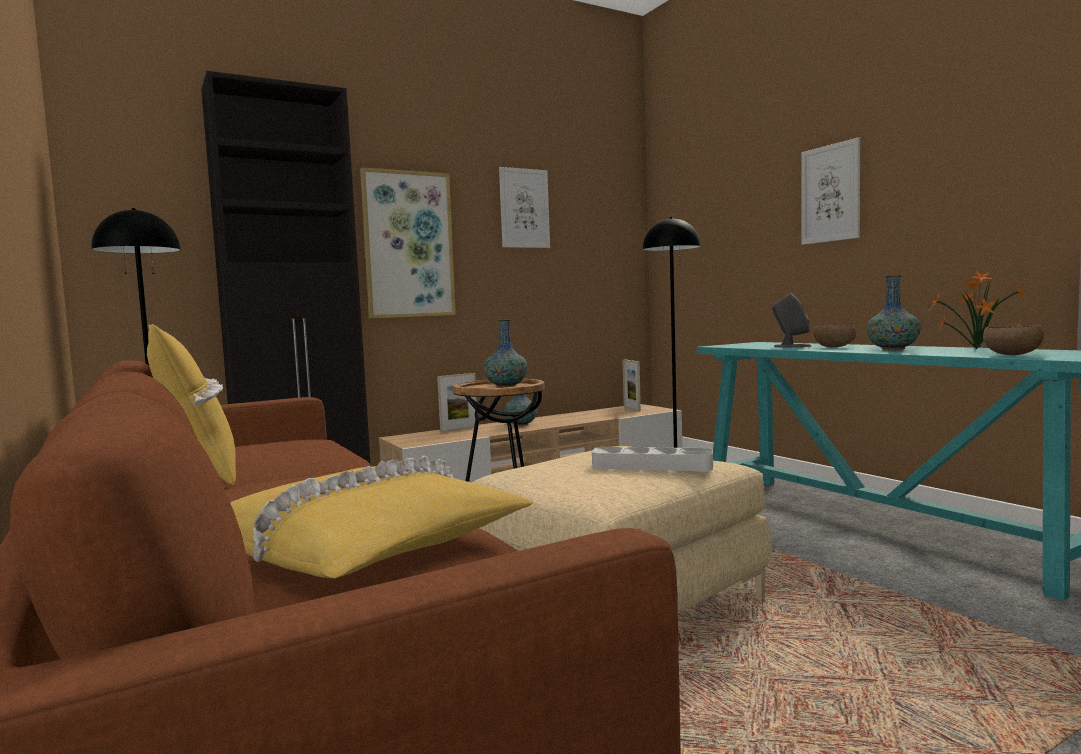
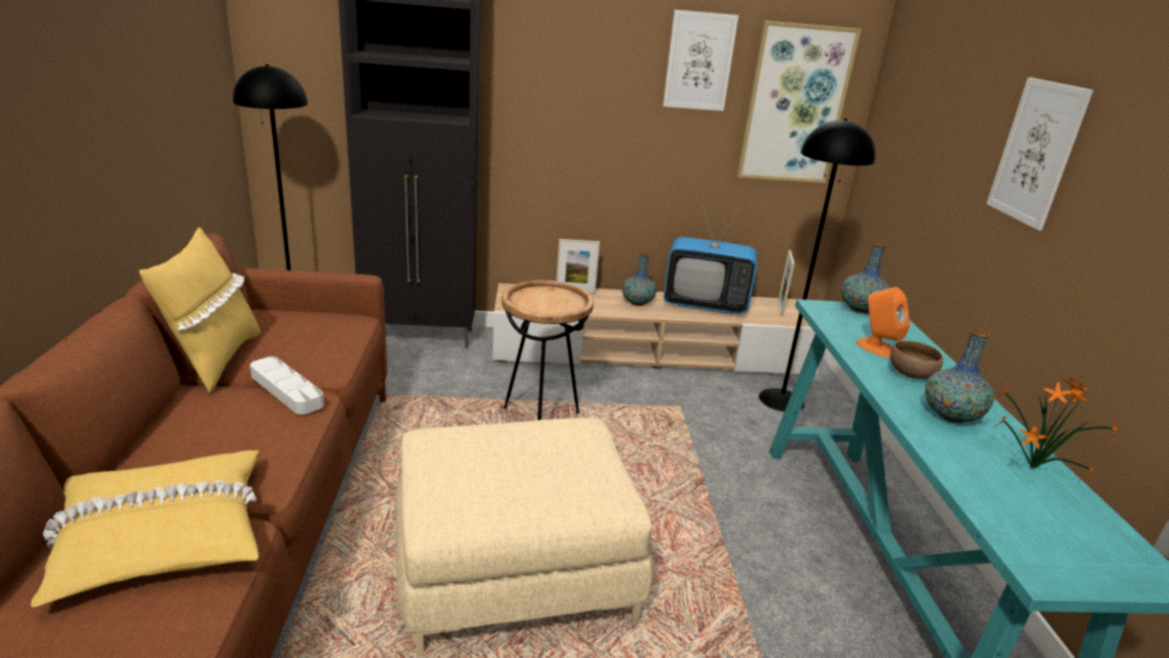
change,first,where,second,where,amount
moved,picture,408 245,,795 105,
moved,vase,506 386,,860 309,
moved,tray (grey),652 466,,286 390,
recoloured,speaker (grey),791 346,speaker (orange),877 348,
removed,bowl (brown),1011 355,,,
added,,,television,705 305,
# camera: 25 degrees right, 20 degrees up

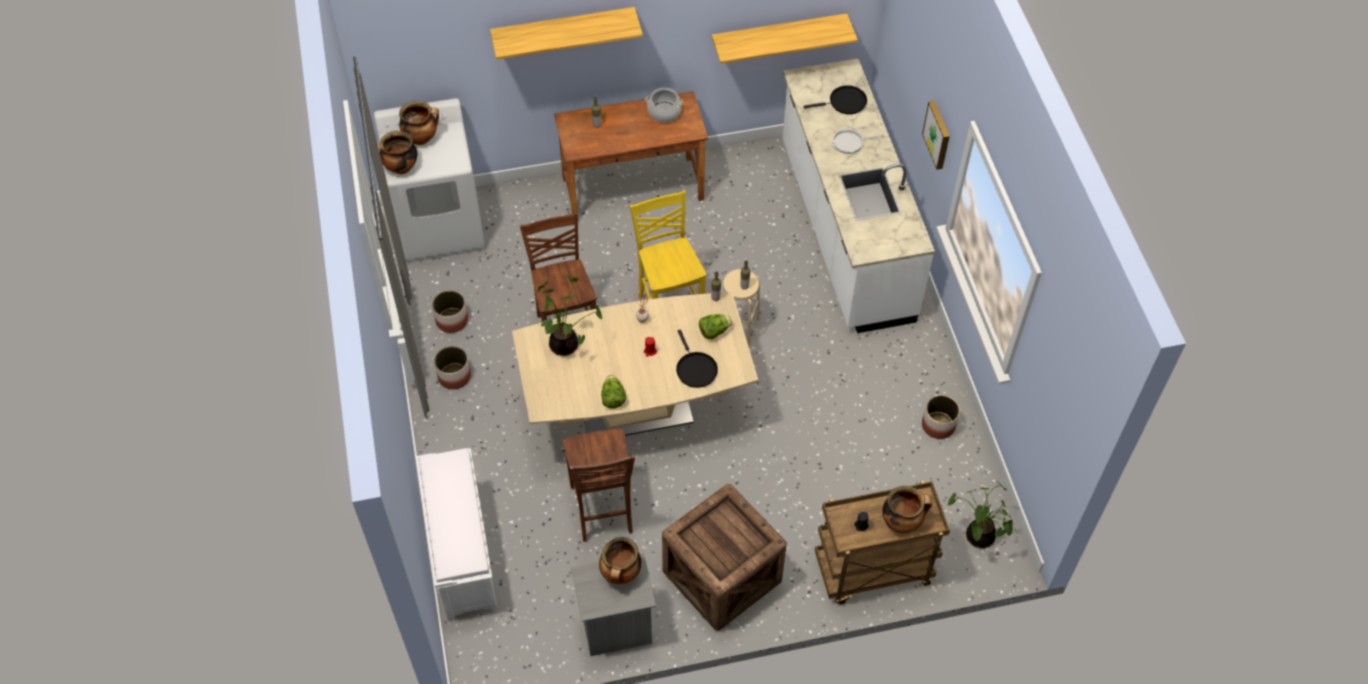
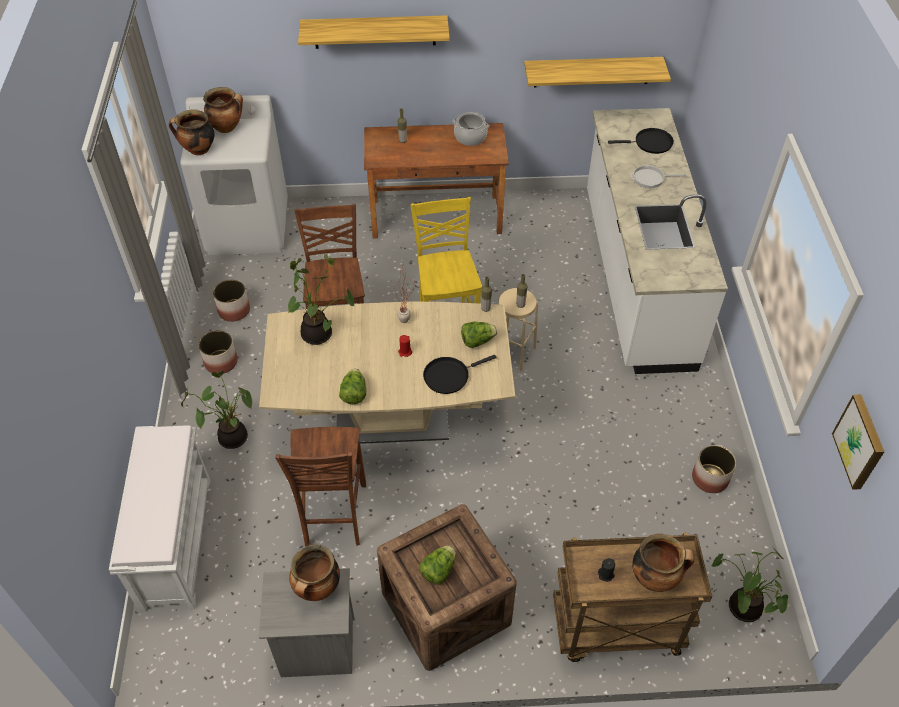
change,first,where,second,where,amount
turned,frying pan (black),695 369,,449 376,75 degrees clockwise
moved,picture,938 134,,861 442,
added,,,potted plant,232 436,
added,,,lettuce,438 570,
# camera: 10 degrees right, 5 degrees down

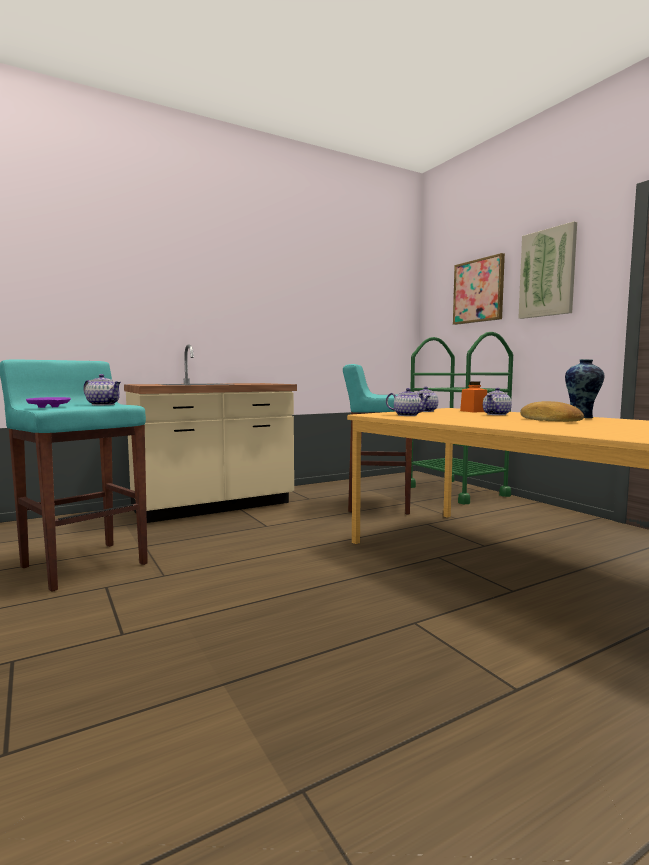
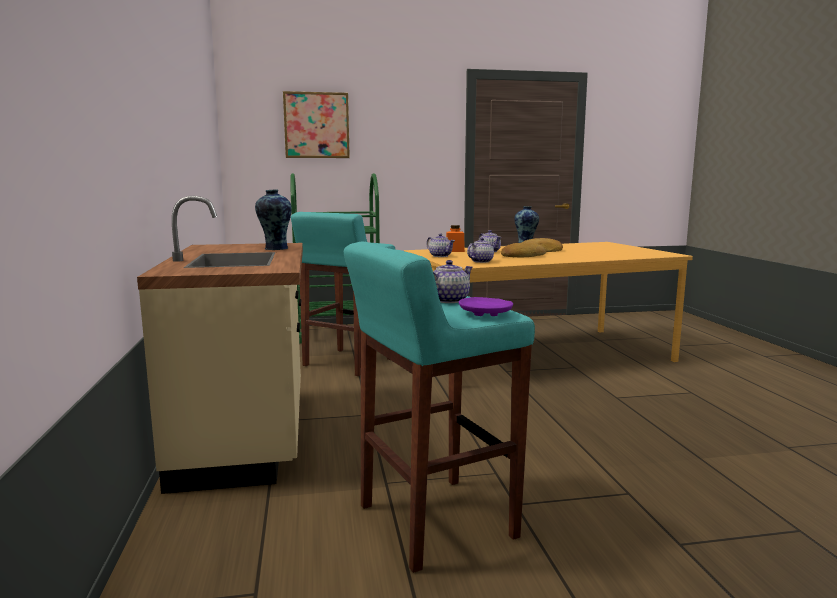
change,first,where,second,where,amount
removed,picture,547 273,,,
added,,,vase,275 248,
added,,,bread,522 256,
# camera: 70 degrees left, 5 degrees up

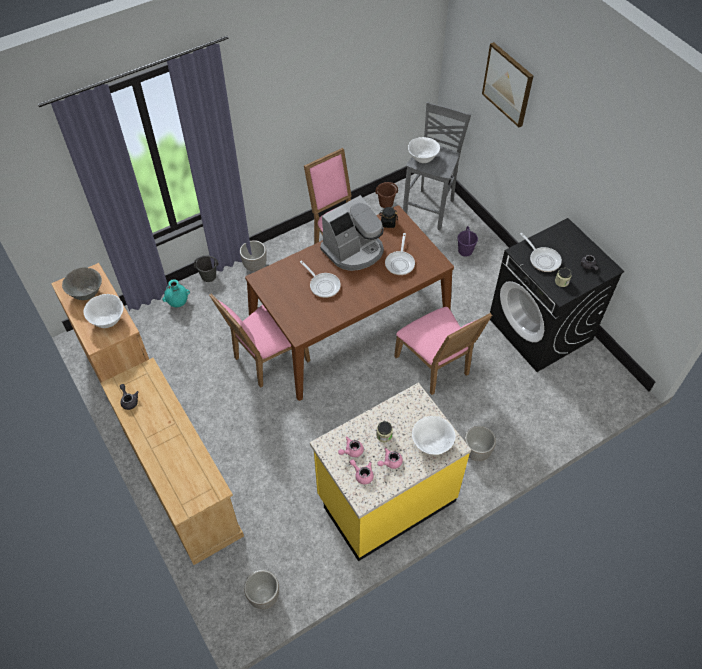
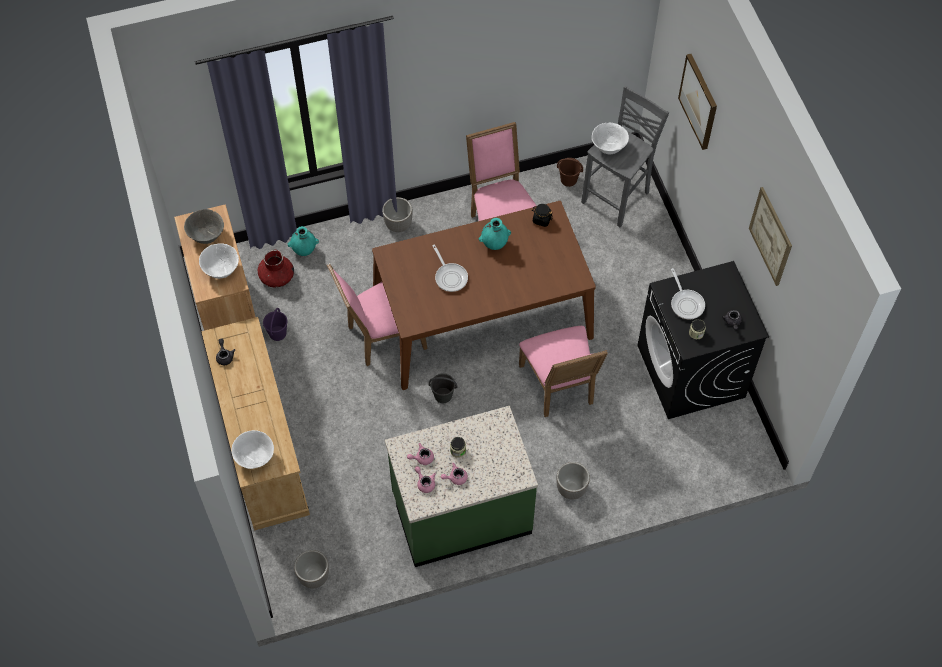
change,first,where,second,where,amount
moved,bucket (grey),209 276,,443 395,
recoloured,counter (yellow),385 498,counter (green),461 513,
replaced,coffee machine,354 250,vase (turquoise),494 244,
removed,frying pan,400 263,,,
moved,bowl (white),432 444,,255 457,
moved,bucket (purple),465 251,,277 333,
added,,,vase (red),277 277,
added,,,picture,770 236,
# camera: 15 degrees right, 5 degrees up

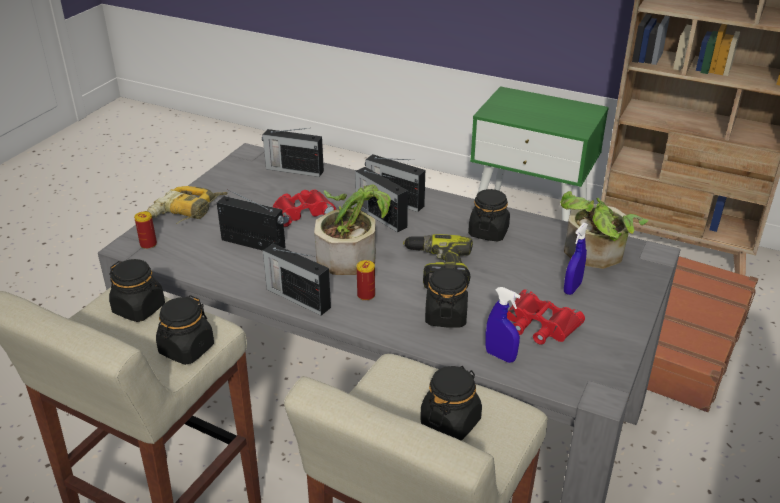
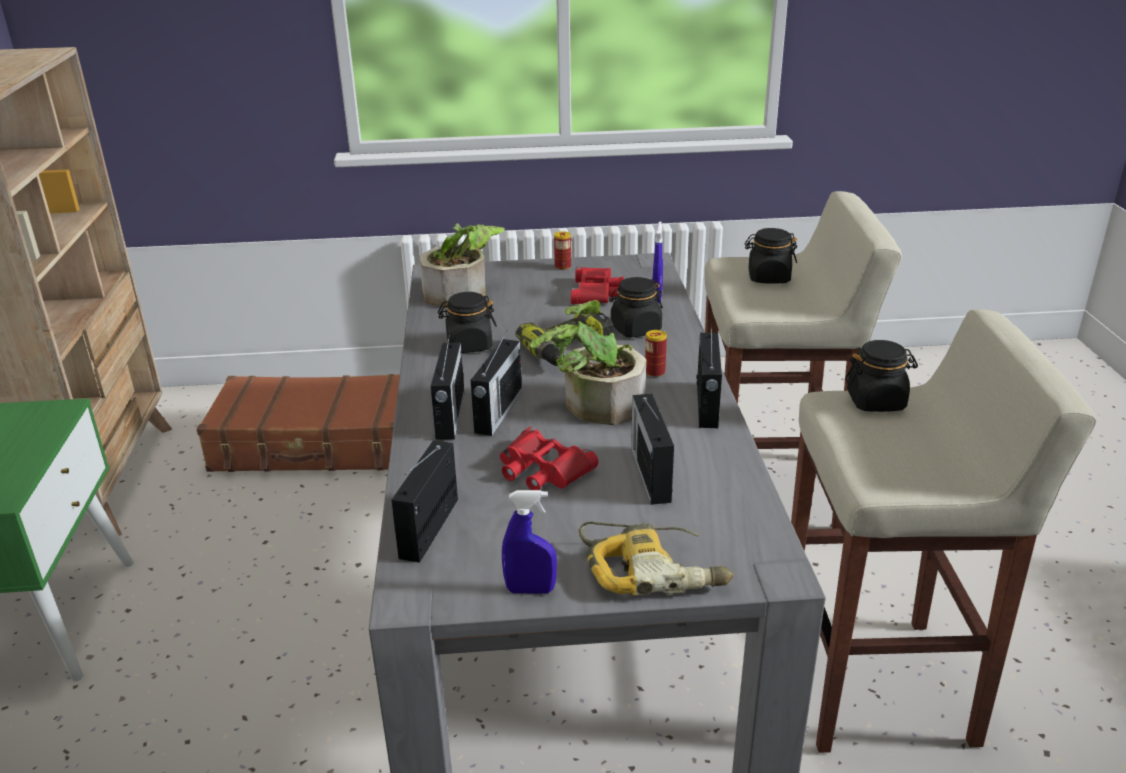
change,first,where,second,where,amount
removed,jar (black),139 308,,,
moved,can,148 244,,563 267,
turned,radio,293 169,,430 526,150 degrees counterclockwise
moved,spray bottle (blue),572 288,,530 590,
# camera: 120 degrees left, 5 degrees down

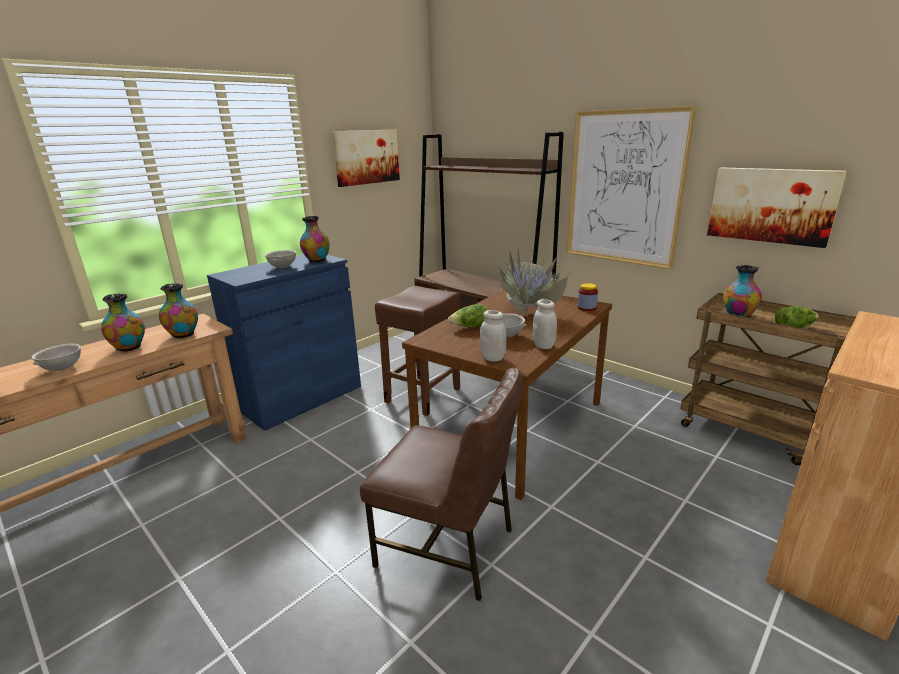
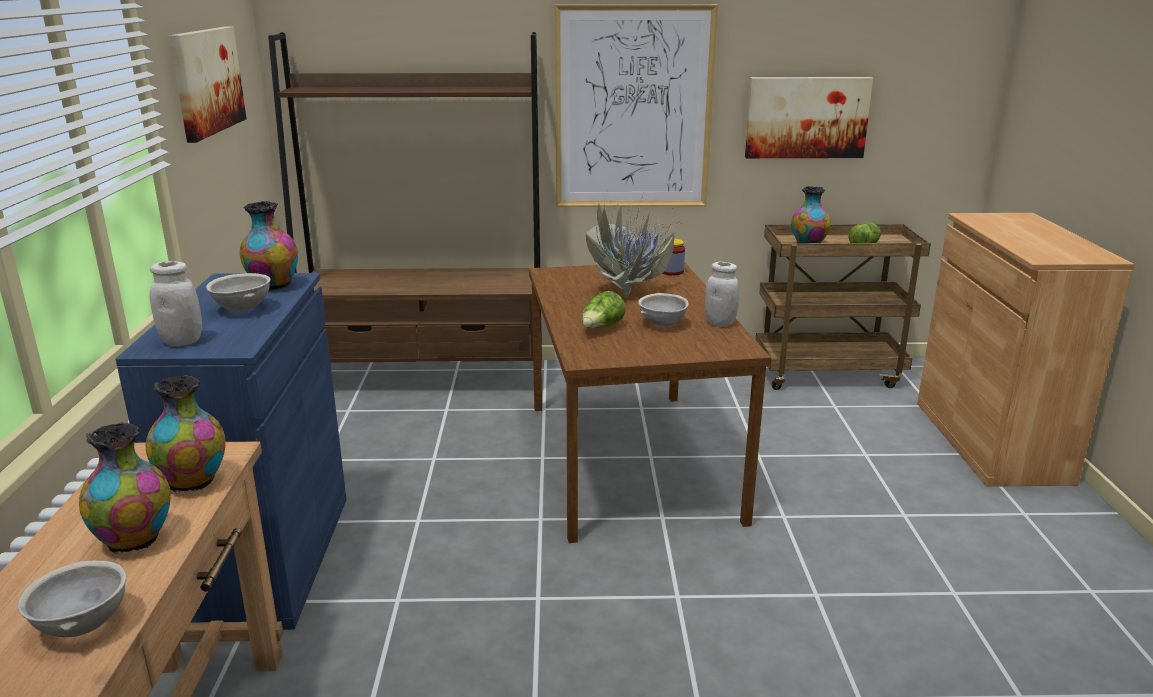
change,first,where,second,where,amount
removed,chair (brown),448 547,,,
removed,stool (brown),423 395,,,
moved,jar (white),493 358,,182 341,
# camera: 45 degrees left, 0 degrees up

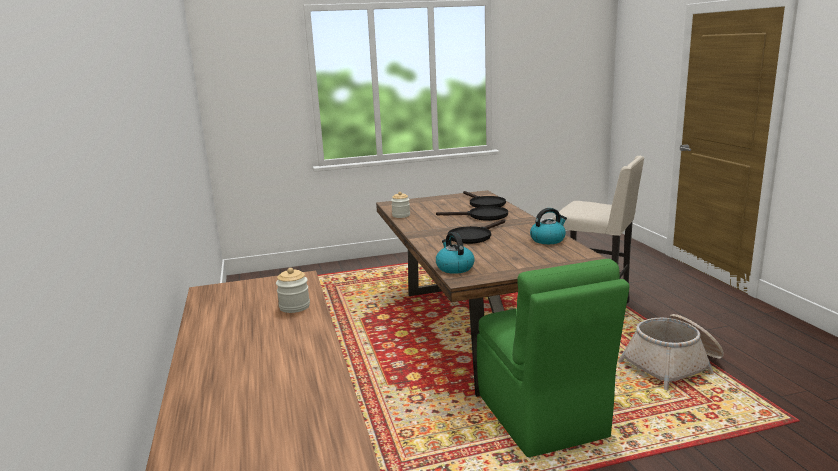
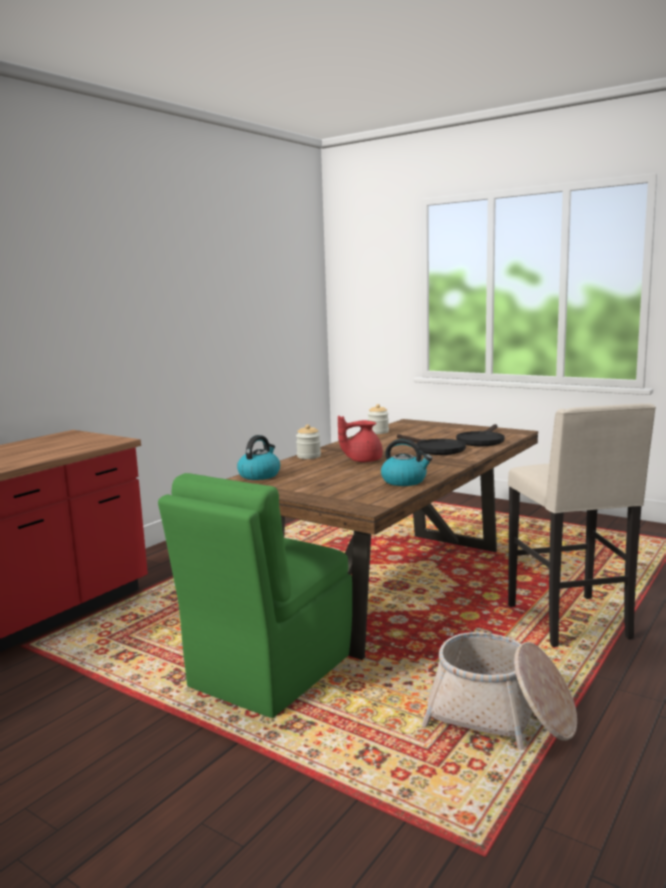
change,first,where,second,where,amount
moved,jar,294 307,,309 456,
replaced,frying pan (black),473 236,teapot (red),362 460,
# camera: 50 degrees right, 5 degrees down

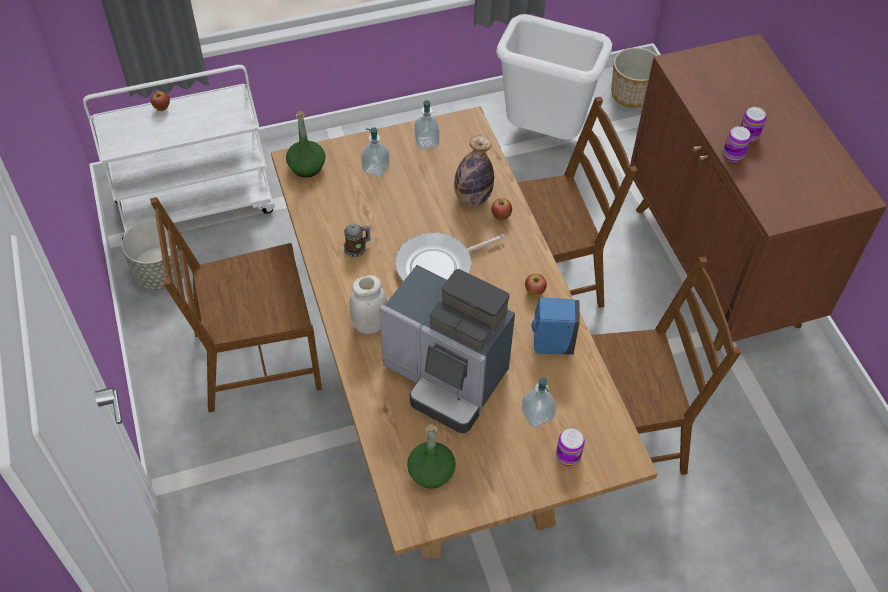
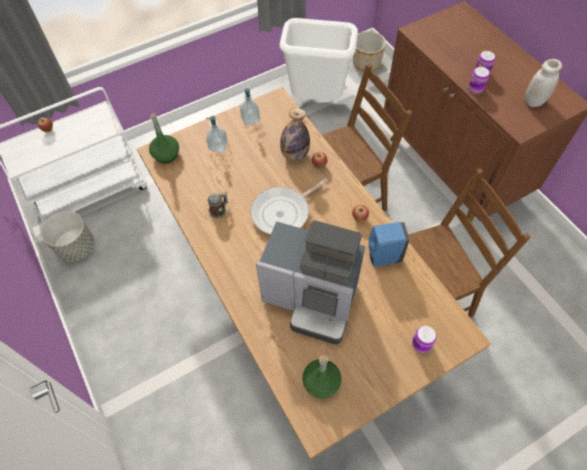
change,first,where,second,where,amount
removed,chair (brown),256 360,,,
moved,jar (white),370 325,,534 101,
removed,soap dispenser,537 415,,,
# camera: 10 degrees left, 5 degrees up

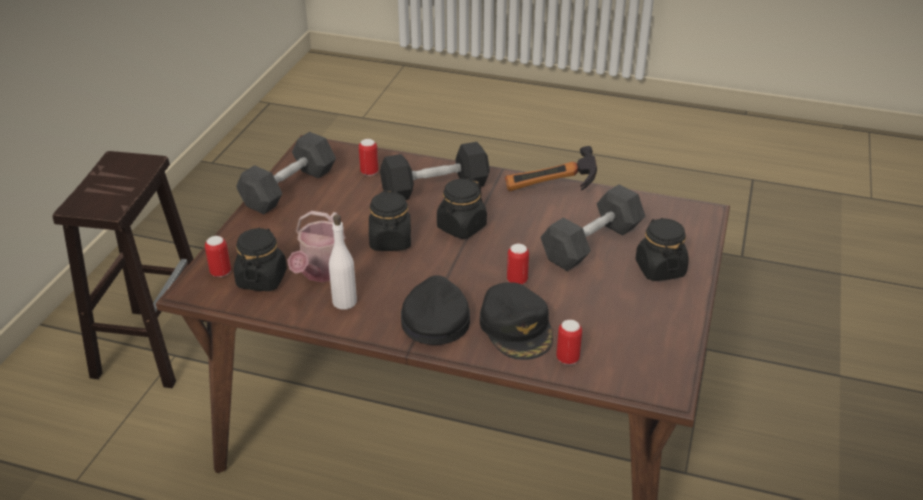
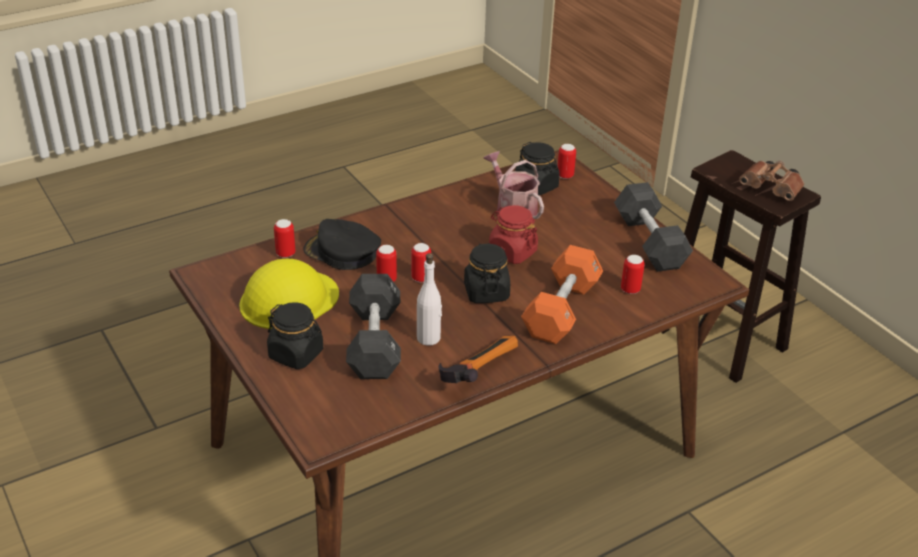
change,first,where,second,where,amount
moved,bottle (white),344 301,,429 338,
recoloured,jar (black),390 241,jar (red),512 252,
recoloured,dumbbell (black),435 188,dumbbell (orange),561 310,
removed,cap (black),435 318,,,
added,,,hard hat (yellow),288 299,
added,,,can,421 278,
added,,,binoculars (brown),772 190,
# camera: 130 degrees right, 0 degrees up

